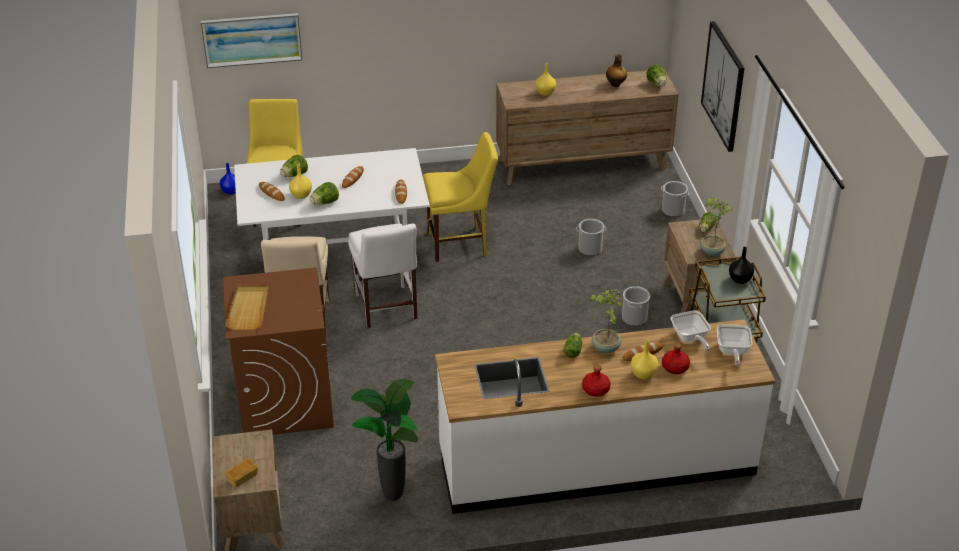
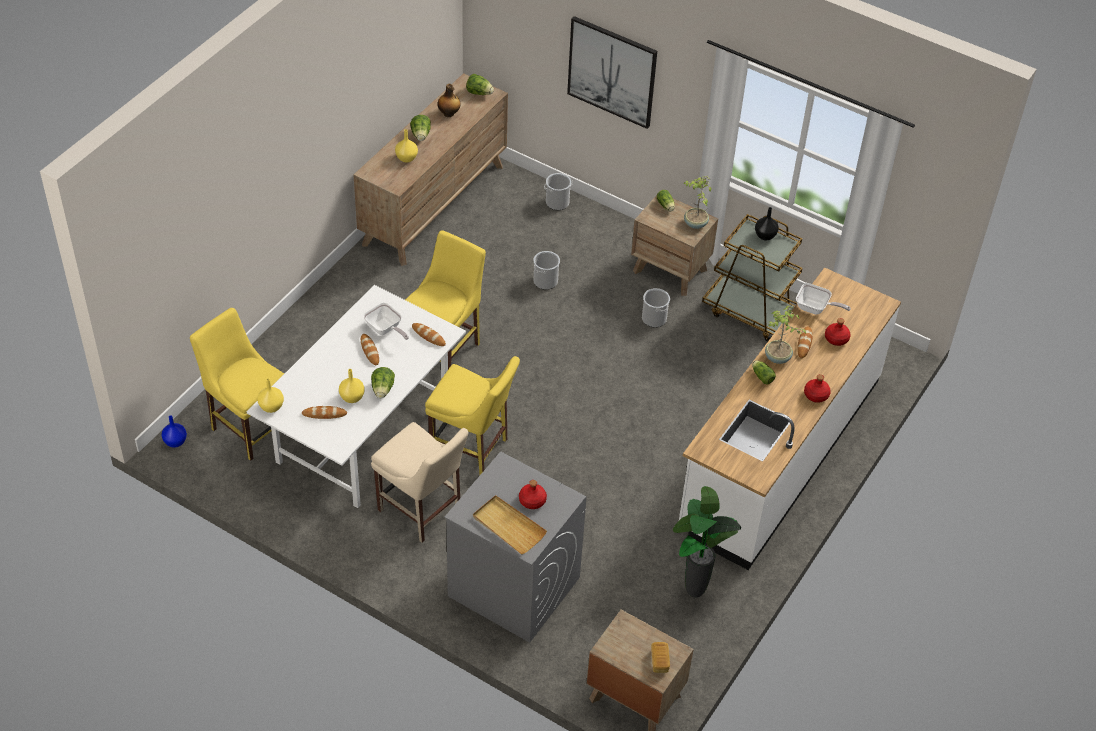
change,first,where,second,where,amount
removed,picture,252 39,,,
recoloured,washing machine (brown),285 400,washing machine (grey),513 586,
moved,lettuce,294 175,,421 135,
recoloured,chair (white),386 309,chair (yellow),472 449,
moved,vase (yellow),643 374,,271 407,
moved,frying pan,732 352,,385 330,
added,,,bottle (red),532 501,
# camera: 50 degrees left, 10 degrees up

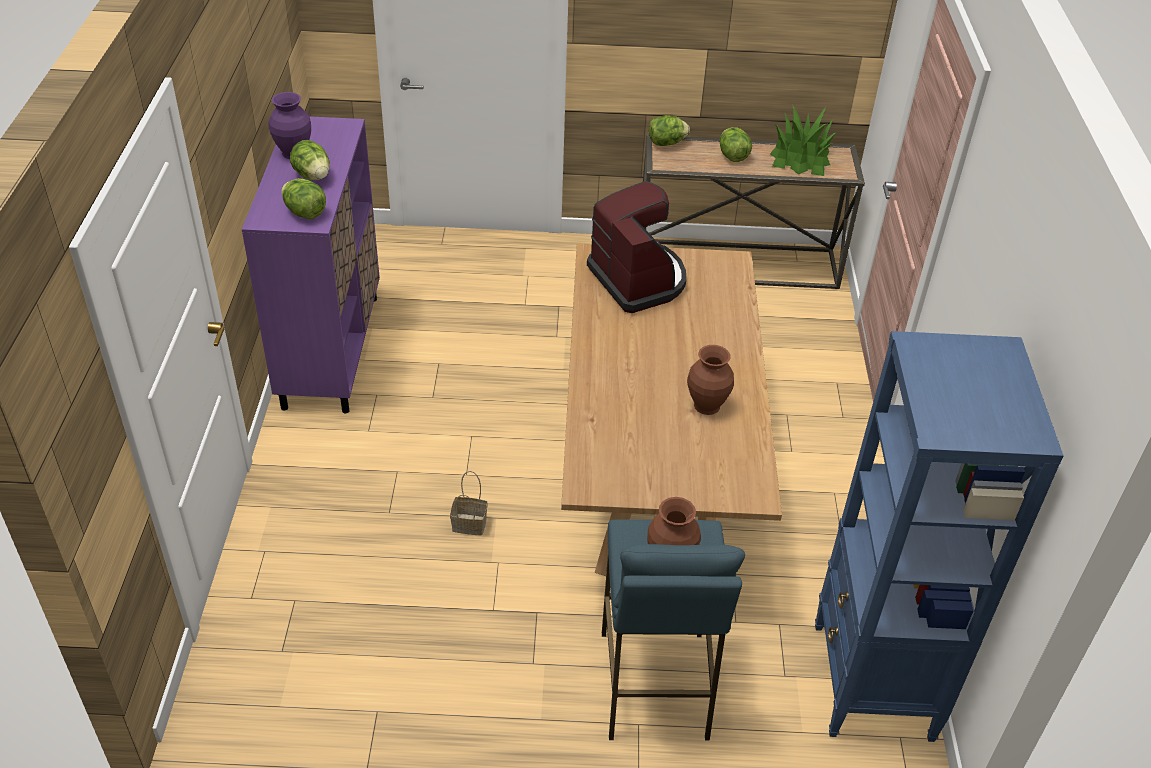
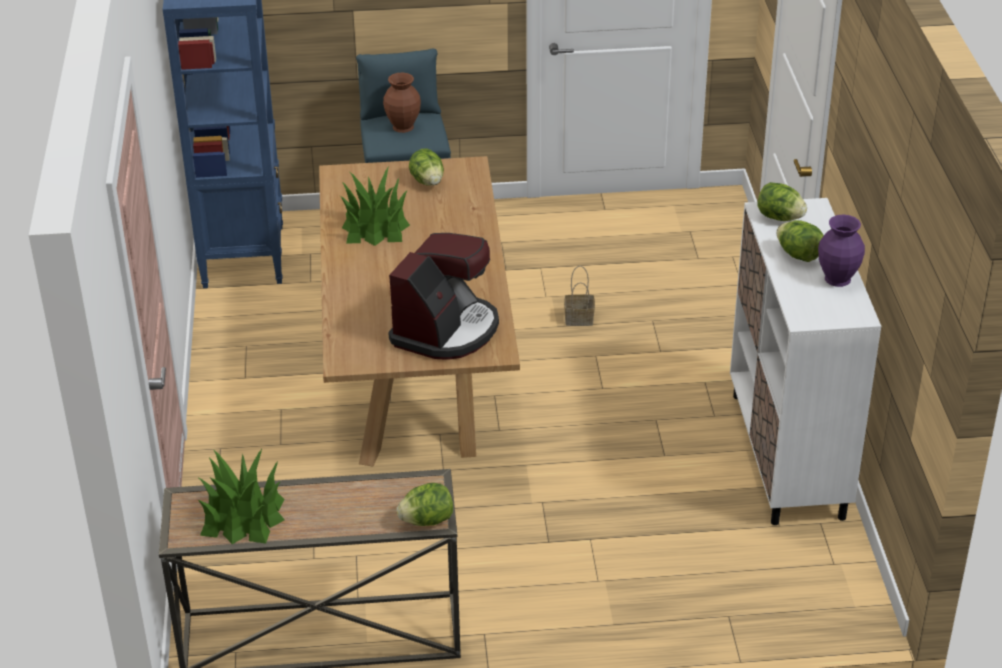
change,first,where,second,where,amount
recoloured,cabinet (purple),331 350,cabinet (white),787 455,
turned,coffee machine,638 279,,446 330,120 degrees counterclockwise
replaced,vase (brown),707 406,potted plant,375 227,
moved,lettuce,732 156,,427 181,
# camera: 175 degrees right, 5 degrees down

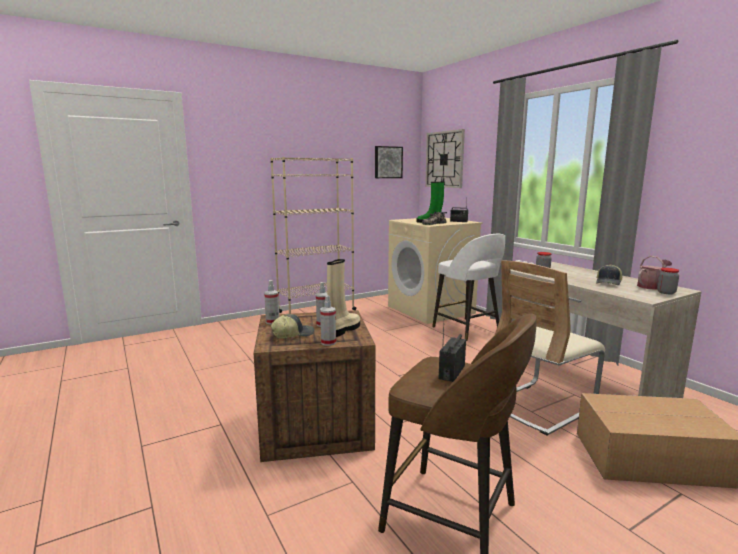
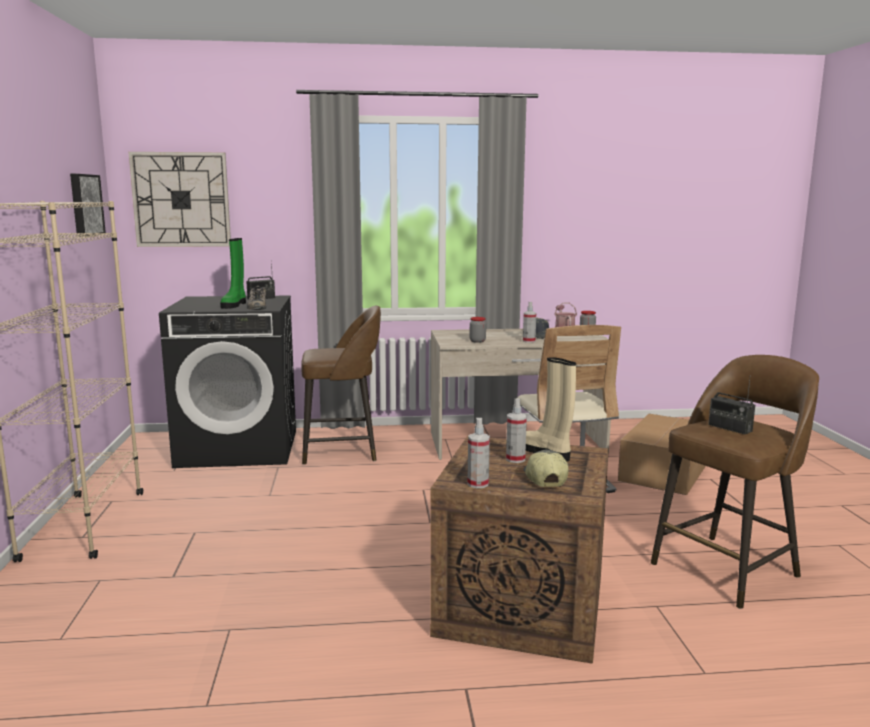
change,first,where,second,where,amount
moved,spray bottle,328 343,,529 341,
recoloured,washing machine (beige),431 310,washing machine (black),239 448,
recoloured,stool (white),467 330,stool (brown),342 450,
# camera: 65 degrees left, 0 degrees up

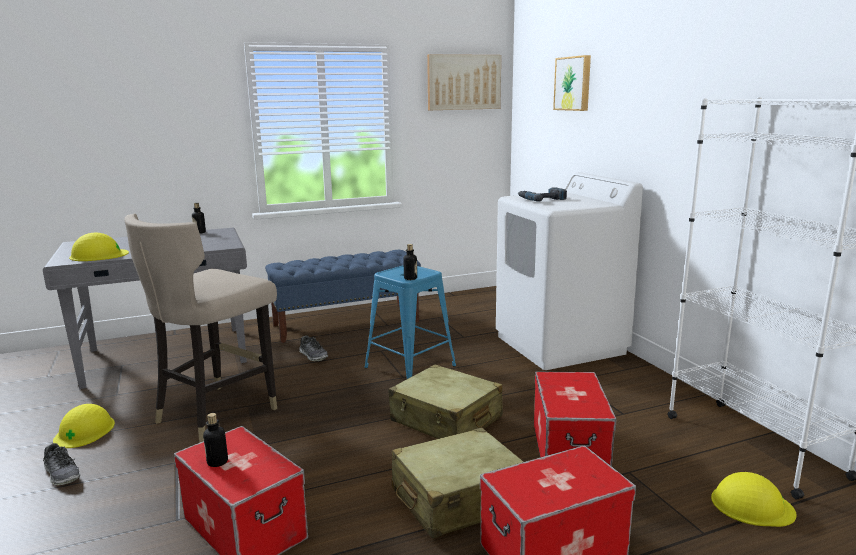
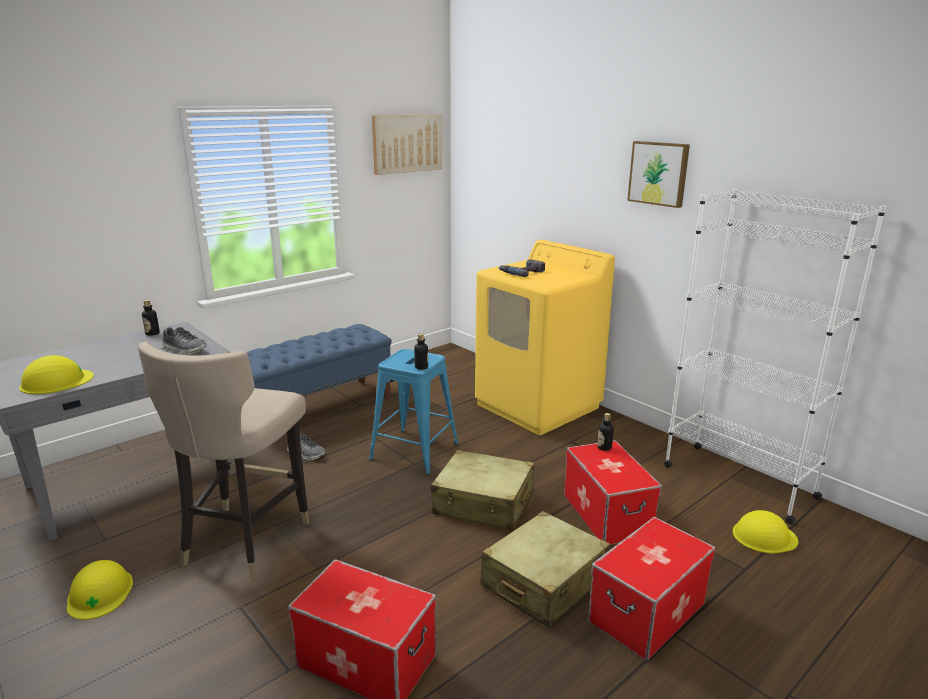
change,first,where,second,where,amount
moved,shoe,62 474,,184 349,
moved,bottle,217 462,,604 447,
recoloured,washing machine (white),560 345,washing machine (yellow),538 406,
moved,picture,573 83,,659 173,
# camera: 20 degrees left, 5 degrees up

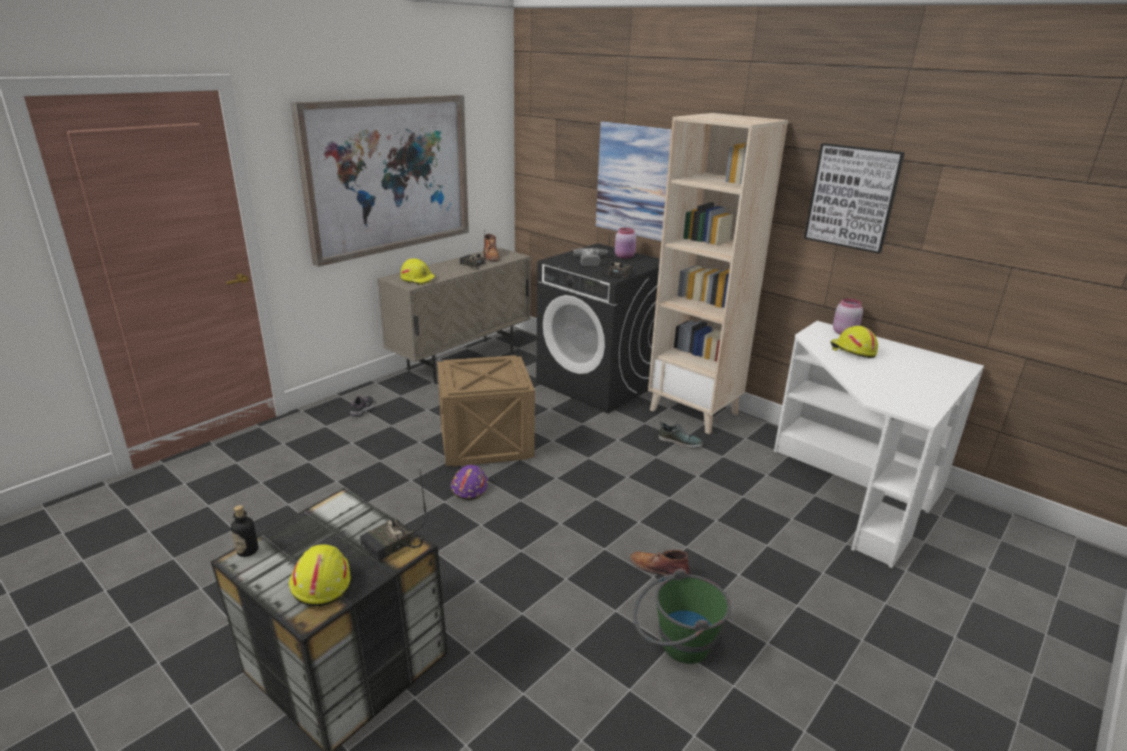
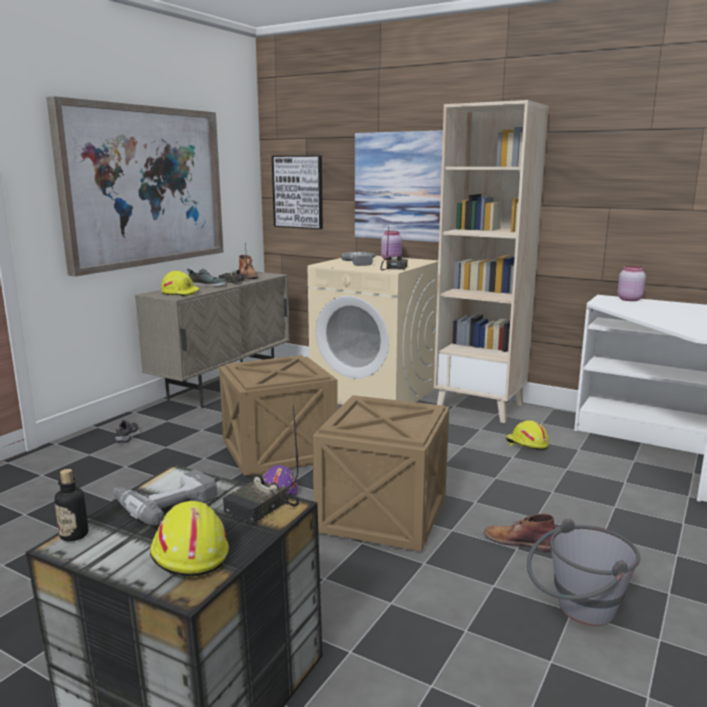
change,first,where,second,where,amount
recoloured,washing machine (black),599 383,washing machine (beige),375 393,
recoloured,bucket (green),675 646,bucket (grey),577 611,
moved,shoe,680 441,,207 285,
moved,picture,852 197,,298 192,
moved,hard hat (yellow),852 351,,526 444,
added,,,power drill,164 502,
added,,,crate,384 513,
# camera: 10 degrees left, 10 degrees down

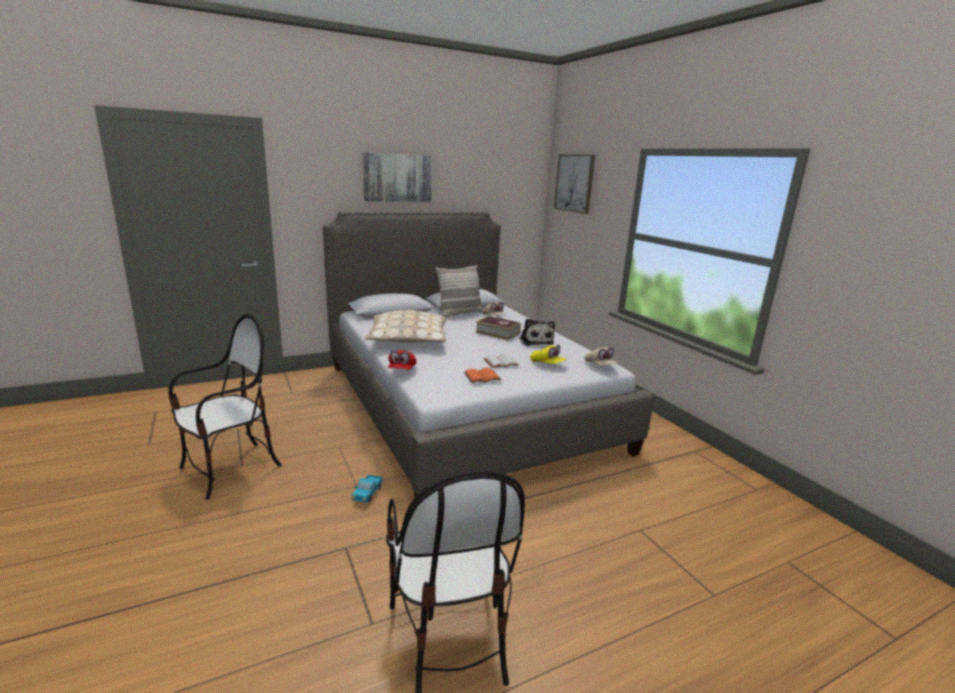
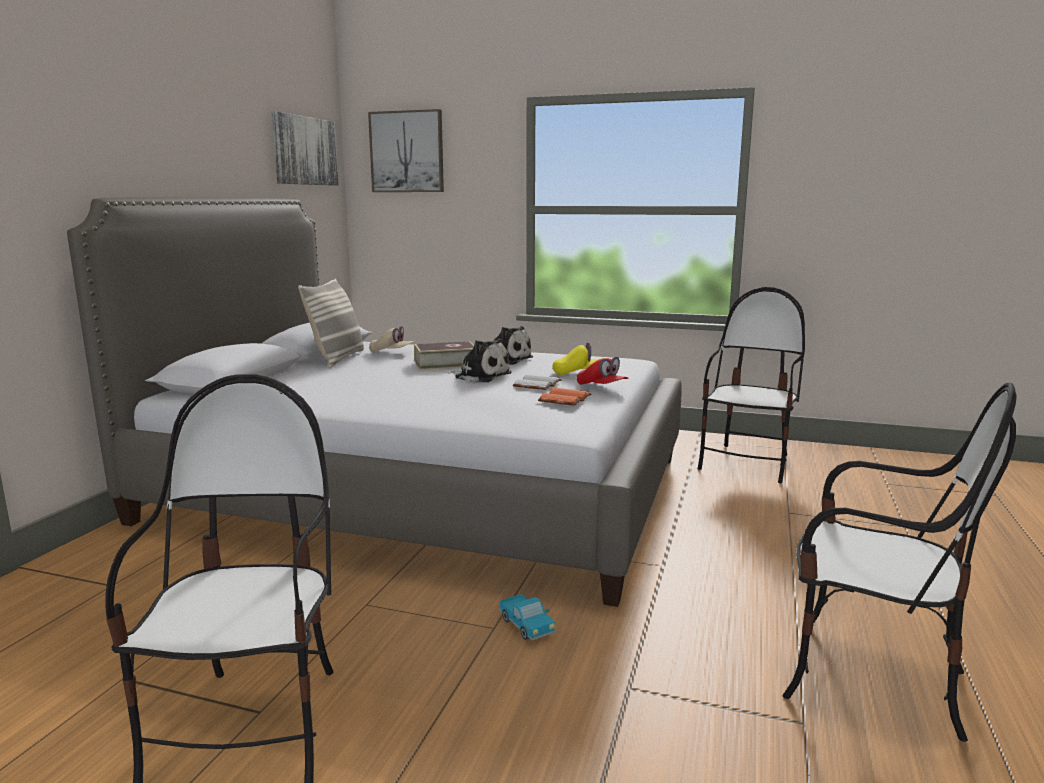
change,first,where,second,where,amount
moved,picture,398 178,,304 151,
removed,pillow (beige),408 340,,,
moved,cap (red),402 370,,601 388,
removed,cap (beige),599 366,,,
added,,,plush toy,480 376,
added,,,chair,747 463,
# camera: 45 degrees left, 5 degrees down

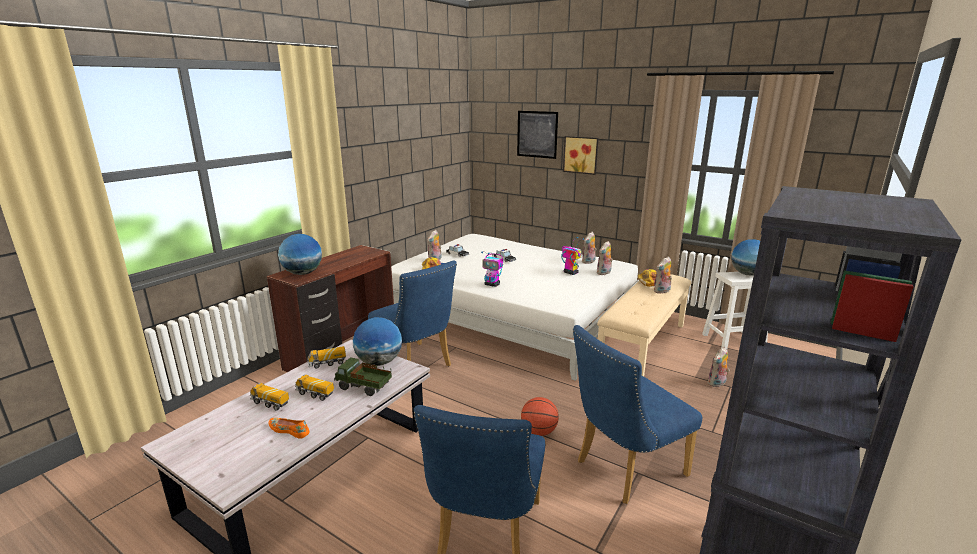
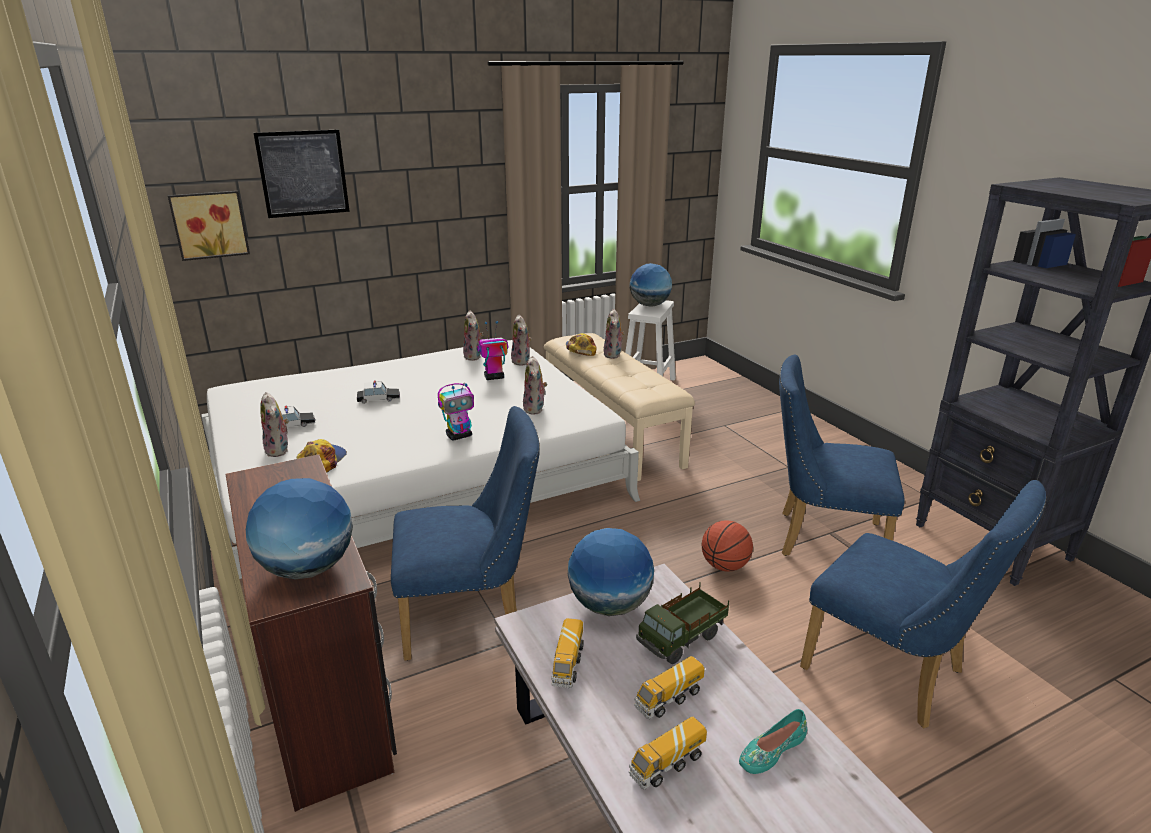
change,first,where,second,where,amount
recoloured,shoe (orange),289 430,shoe (turquoise),771 750,
moved,picture,581 155,,209 224,
turned,chair (blue),624 469,,821 538,105 degrees clockwise
moved,plush toy,717 384,,535 409,
# camera: 60 degrees left, 5 degrees up

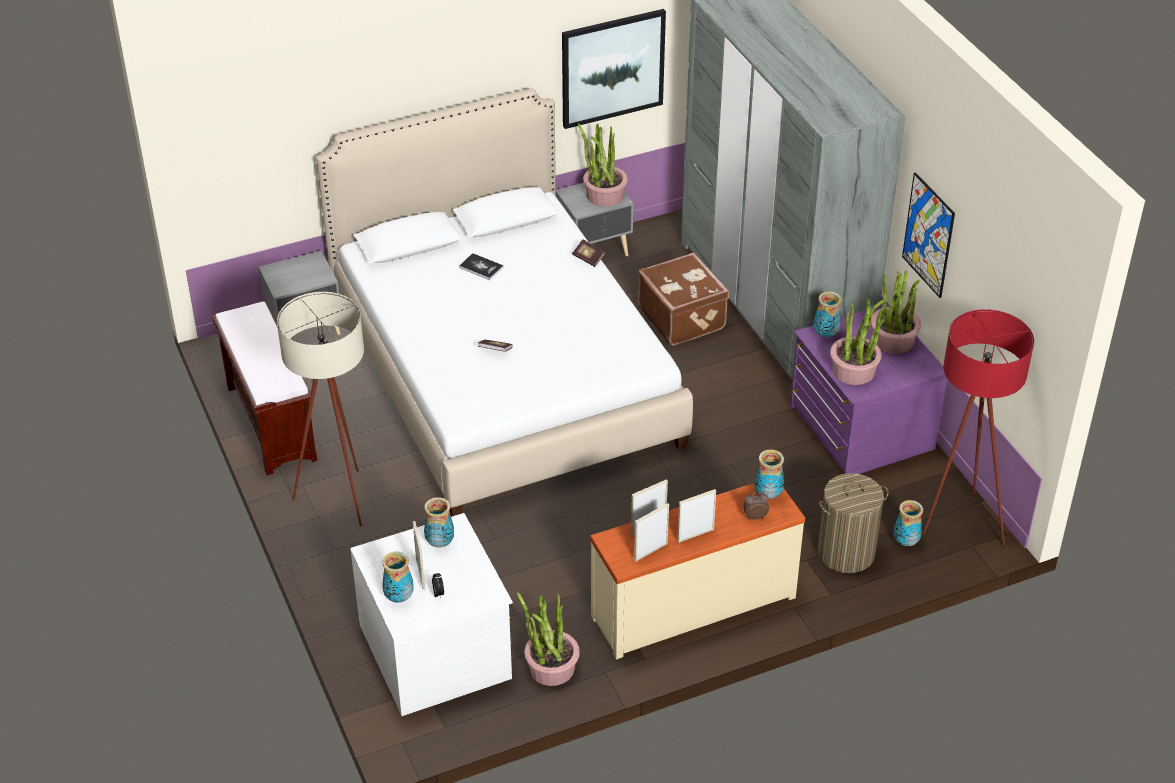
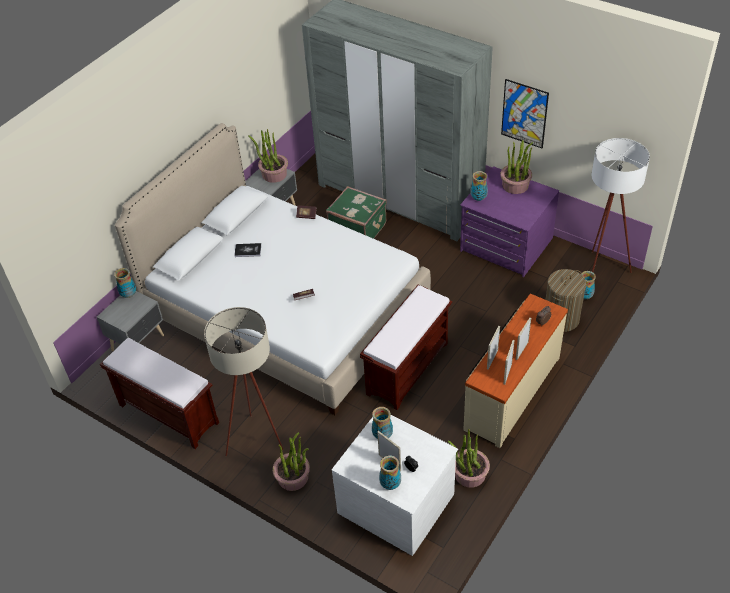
change,first,where,second,where,amount
removed,picture,612 68,,,
recoloured,suitcase (brown),682 317,suitcase (green),358 228,
moved,vase,767 494,,128 295,
moved,potted plant,854 371,,293 477,
recoloured,floor lamp (red),957 524,floor lamp (white),600 273,
added,,,bench (brown),407 367,
# camera: 30 degrees left, 5 degrees up

